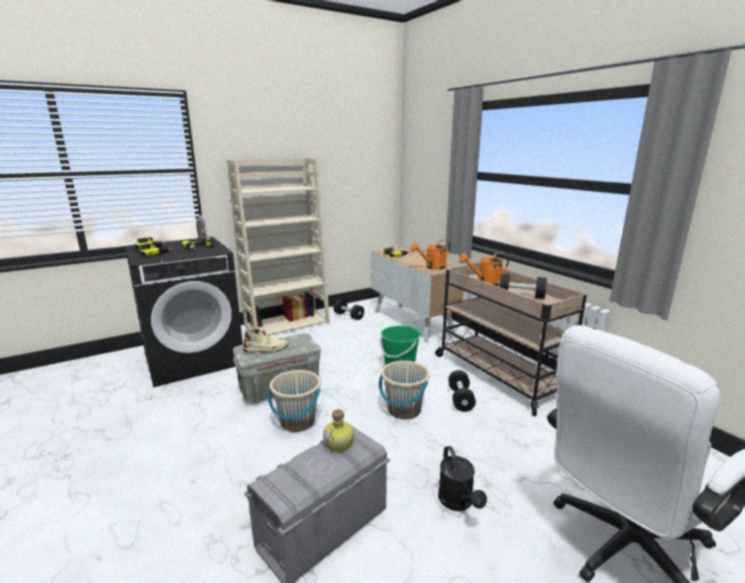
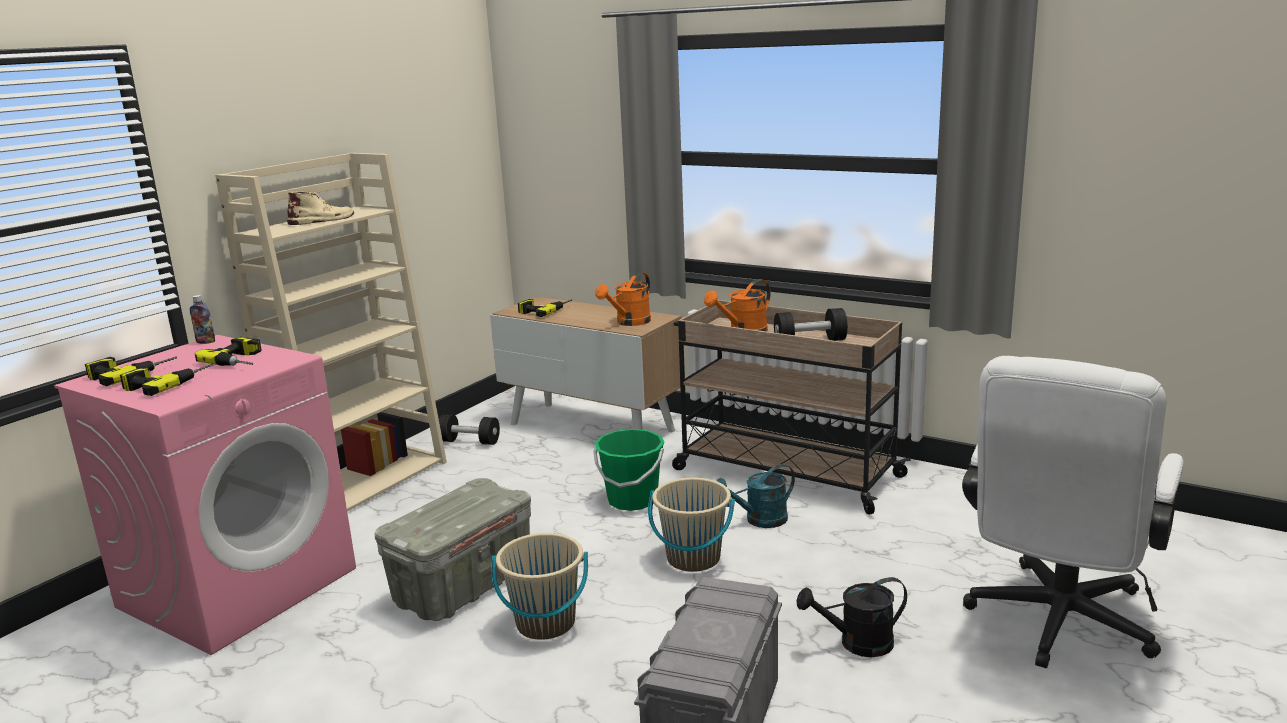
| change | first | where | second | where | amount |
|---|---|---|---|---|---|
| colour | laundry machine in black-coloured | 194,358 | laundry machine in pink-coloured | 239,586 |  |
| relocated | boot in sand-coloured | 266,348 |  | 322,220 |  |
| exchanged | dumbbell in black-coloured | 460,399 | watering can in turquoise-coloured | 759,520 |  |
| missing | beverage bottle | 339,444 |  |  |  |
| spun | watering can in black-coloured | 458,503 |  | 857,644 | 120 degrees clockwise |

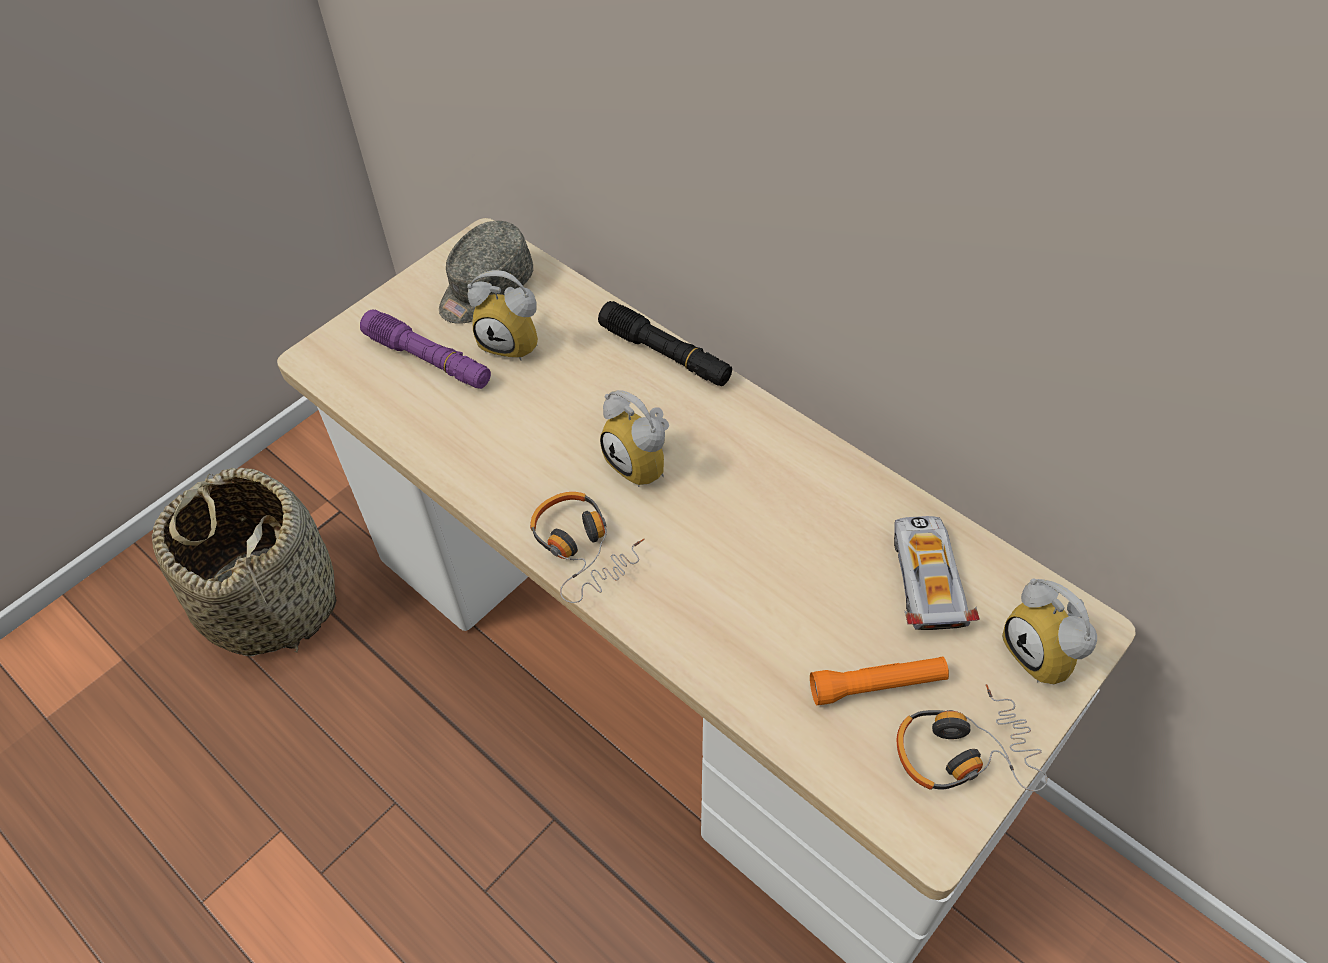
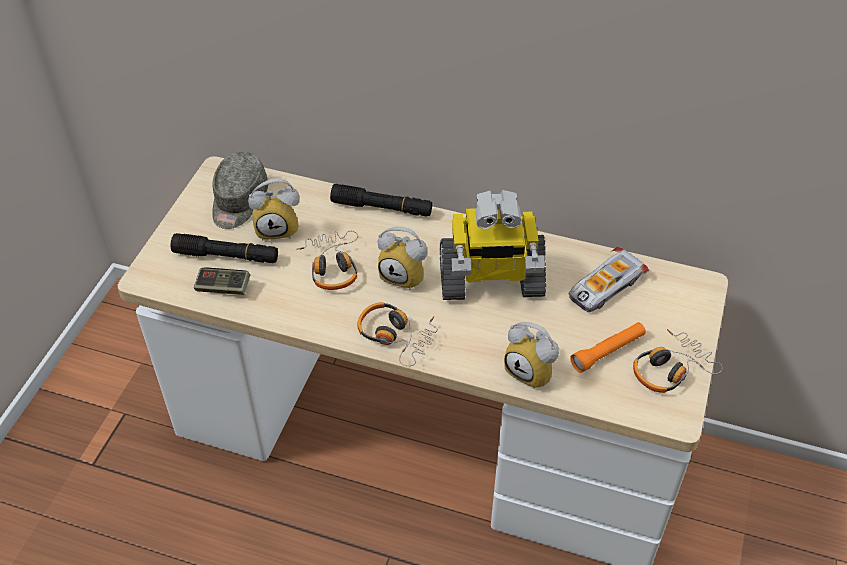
| change | first | where | second | where | amount |
|---|---|---|---|---|---|
| colour | hand torch in purplish | 428,360 | hand torch in black-coloured | 226,256 |  |
| missing | storage basket | 271,601 |  |  |  |
| spun | toy car | 926,578 |  | 604,286 | 105 degrees counterclockwise |
| relocated | table clock | 1046,654 |  | 533,371 |  |
| appeared |  |  | toy robot | 490,280 |  |
| appeared |  |  | headphones | 332,266 |  |
| appeared |  |  | gamepad | 223,288 |  |

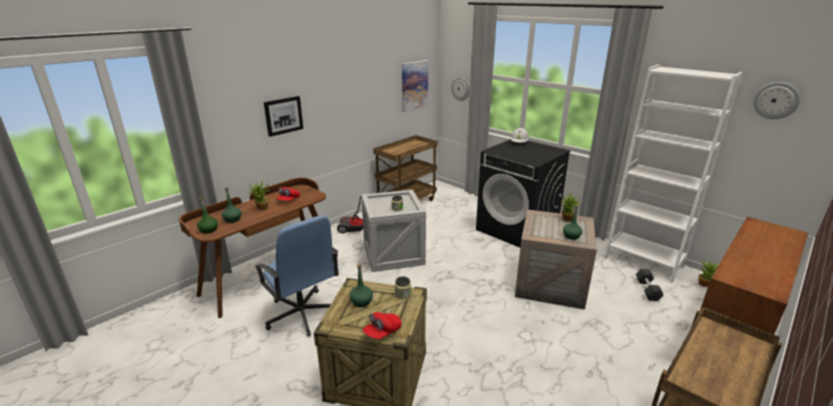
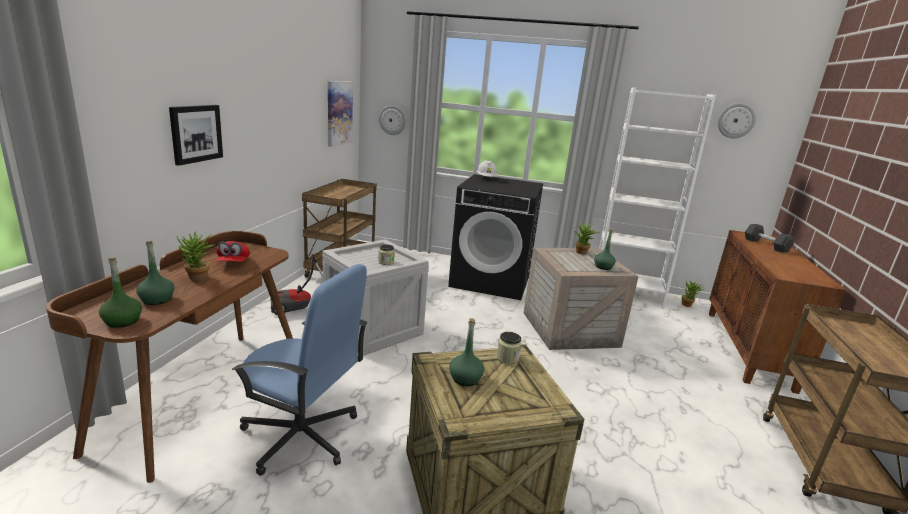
| change | first | where | second | where | amount |
|---|---|---|---|---|---|
| relocated | dumbbell in grey | 647,290 |  | 766,245 |  |
| missing | peaked cap in reddish | 382,332 |  |  |  |

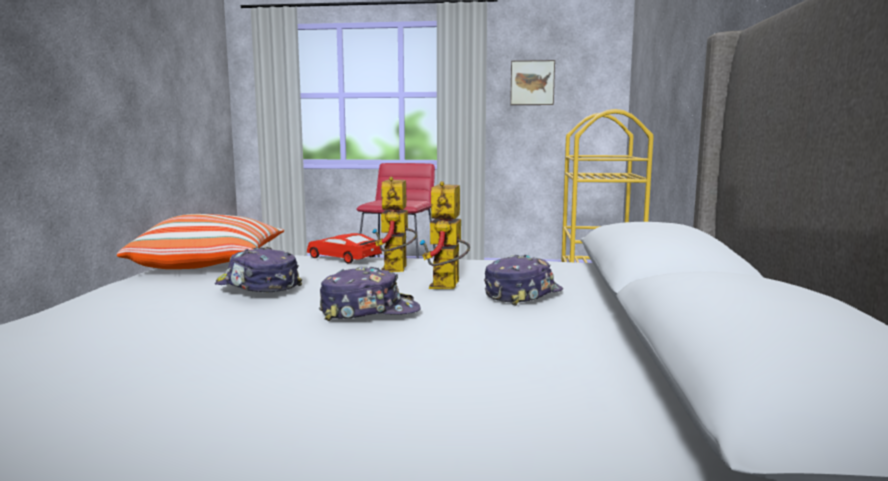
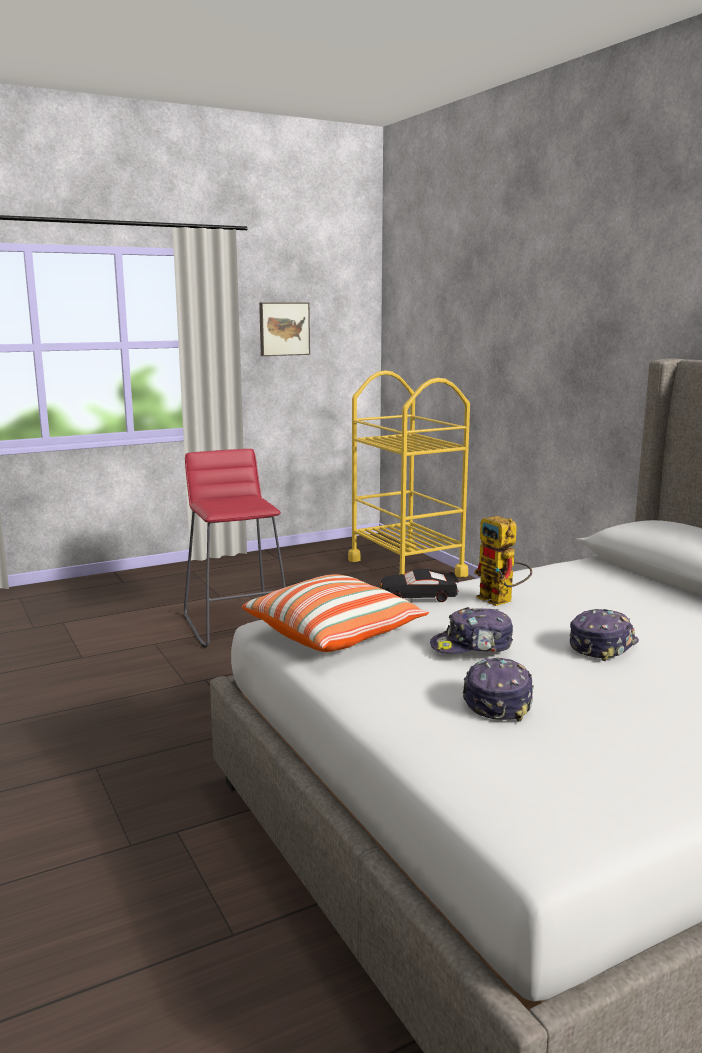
| change | first | where | second | where | amount |
|---|---|---|---|---|---|
| missing | toy robot | 447,287 |  |  |  |
| colour | toy car in reddish | 344,258 | toy car in black-coloured | 418,596 |  |
| relocated | peaked cap | 522,294 |  | 497,701 |  |

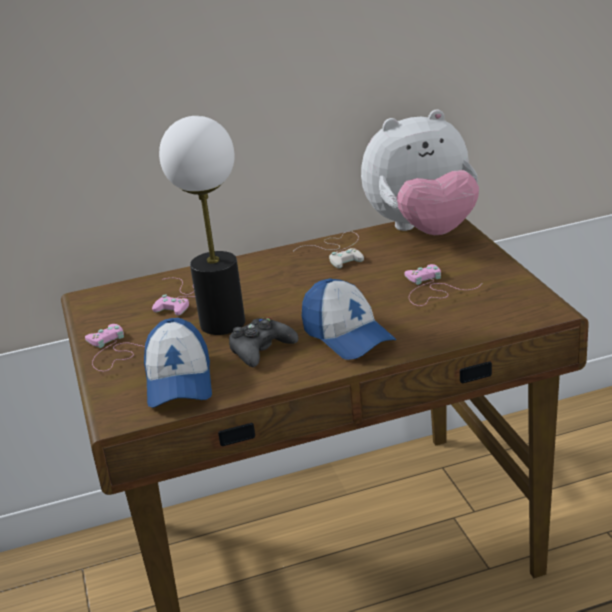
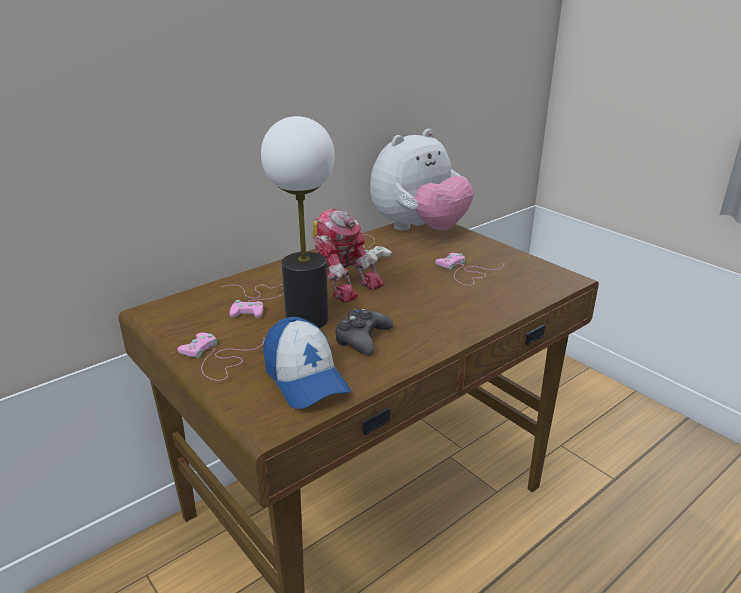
| change | first | where | second | where | amount |
|---|---|---|---|---|---|
| missing | peaked cap | 347,336 |  |  |  |
| appeared |  |  | toy robot | 341,281 |  |

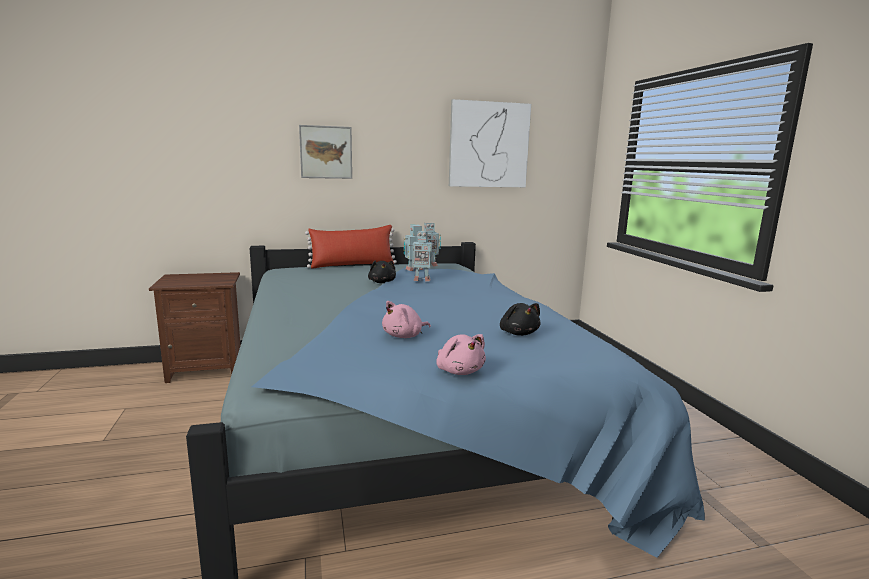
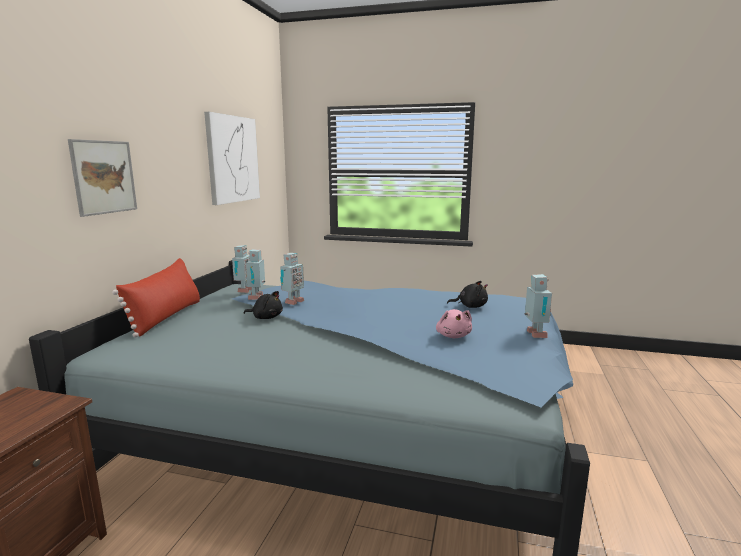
| change | first | where | second | where | amount |
|---|---|---|---|---|---|
| exchanged | cuddly toy in pink-coloured | 459,371 | toy robot | 534,335 |  |

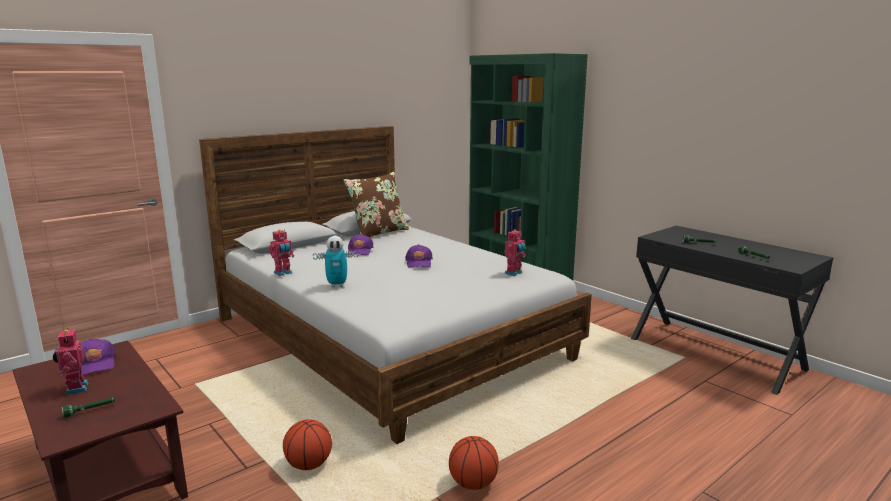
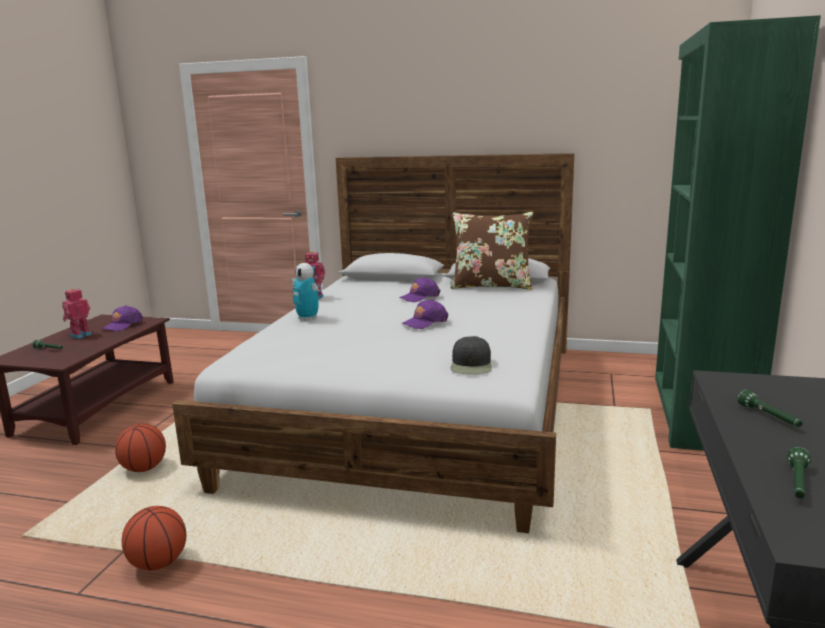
| change | first | where | second | where | amount |
|---|---|---|---|---|---|
| exchanged | toy robot | 514,273 | peaked cap in black-coloured | 471,365 |  |

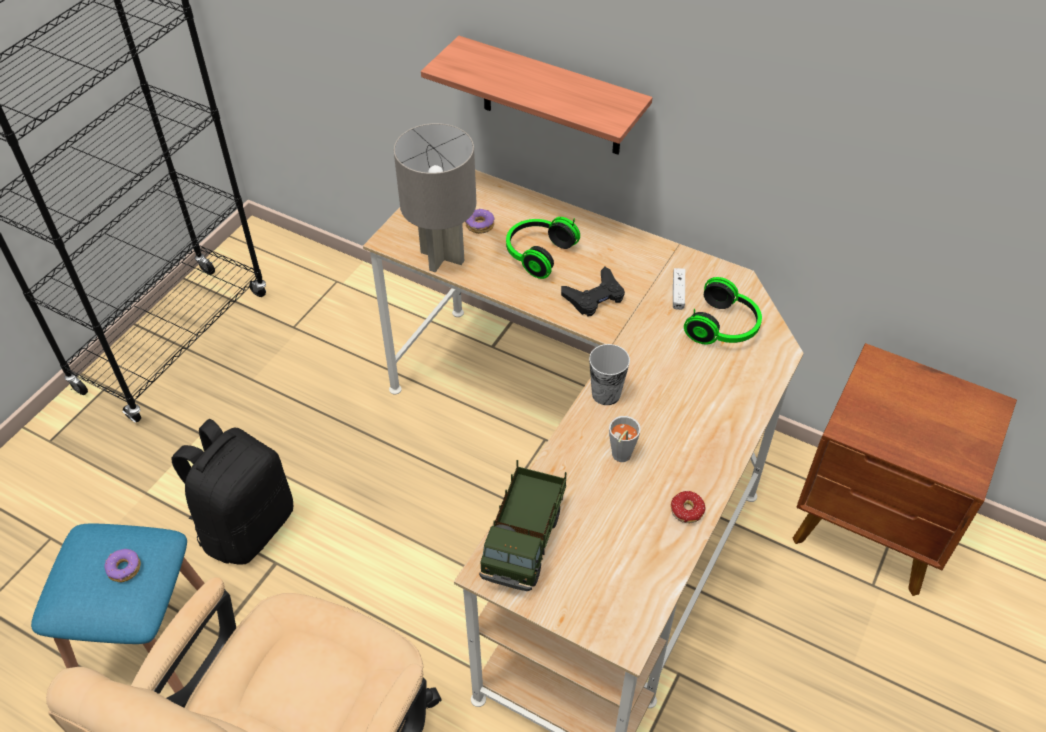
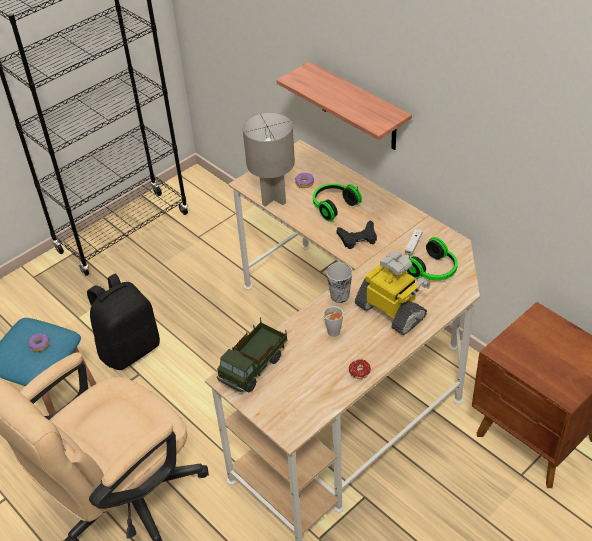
| change | first | where | second | where | amount |
|---|---|---|---|---|---|
| appeared |  |  | toy robot | 391,311 |  |

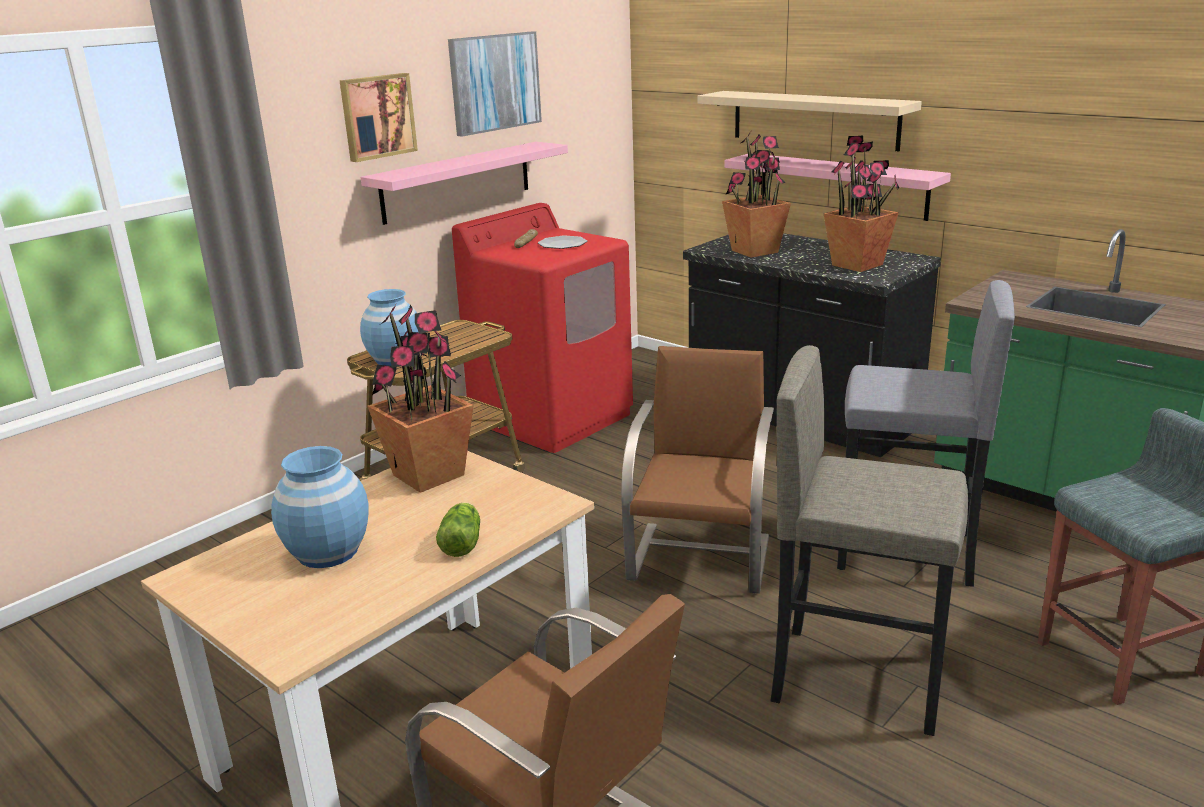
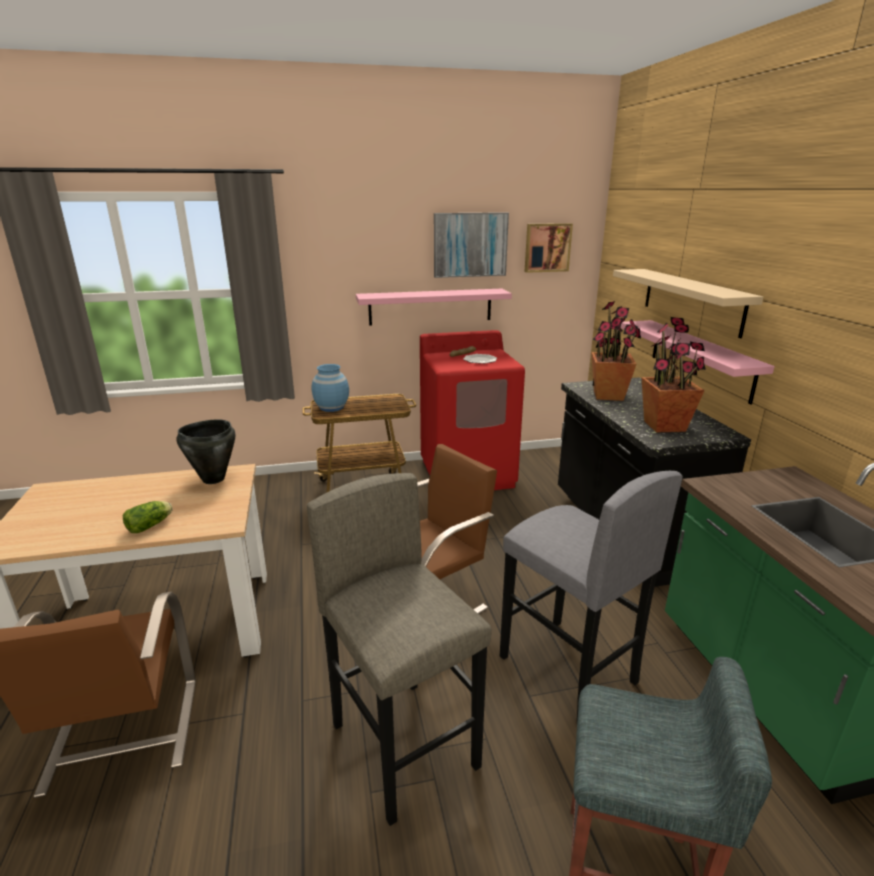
| change | first | where | second | where | amount |
|---|---|---|---|---|---|
| relocated | wall picture | 377,116 |  | 547,247 |  |
| exchanged | plant in a pot | 429,474 | stockpot in black-coloured | 213,479 |  |
| missing | vase in bluish | 328,552 |  |  |  |

